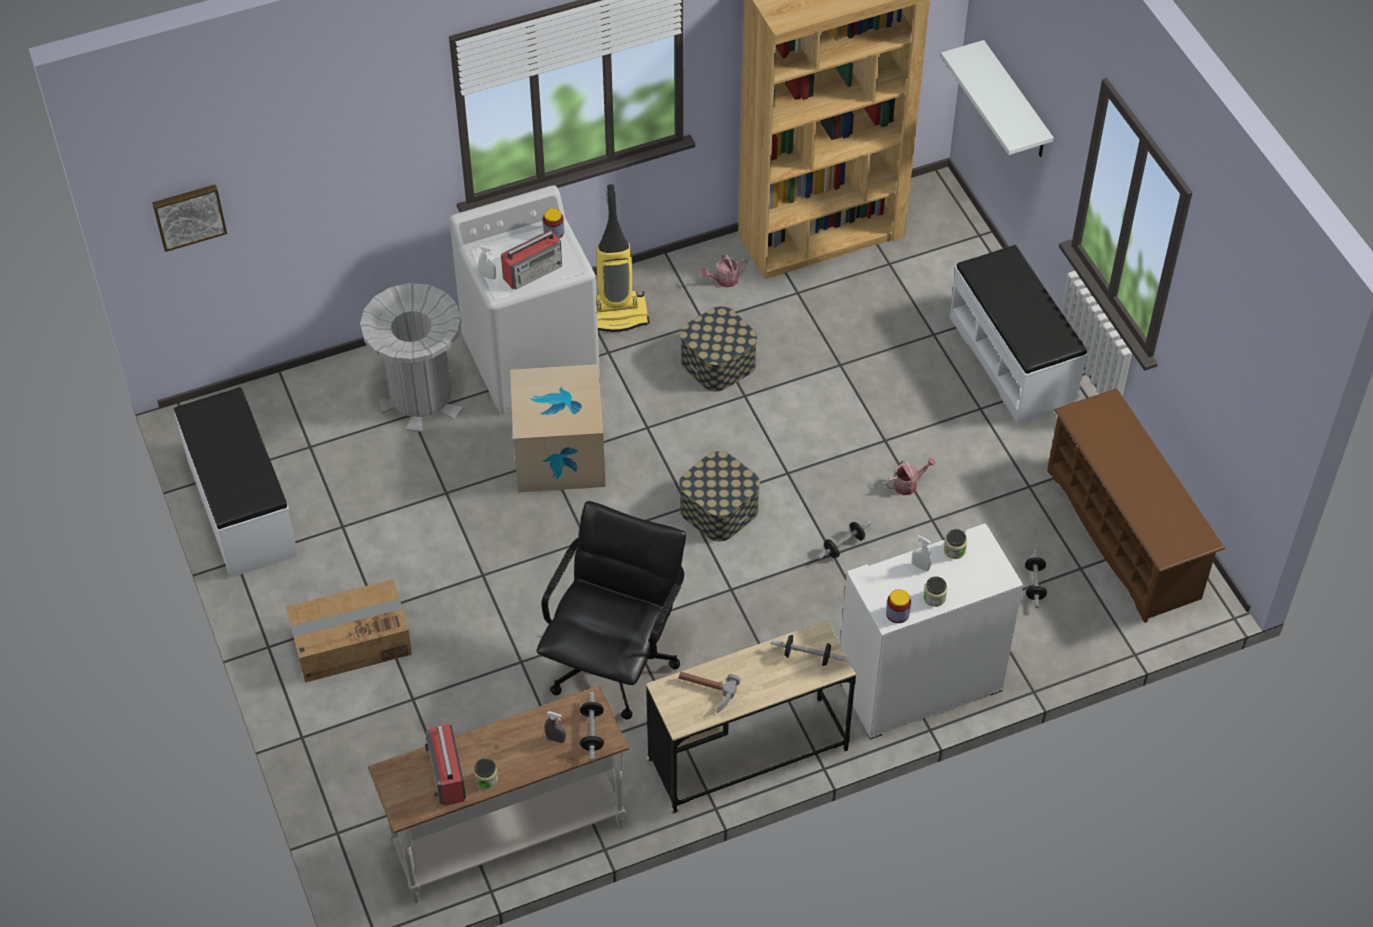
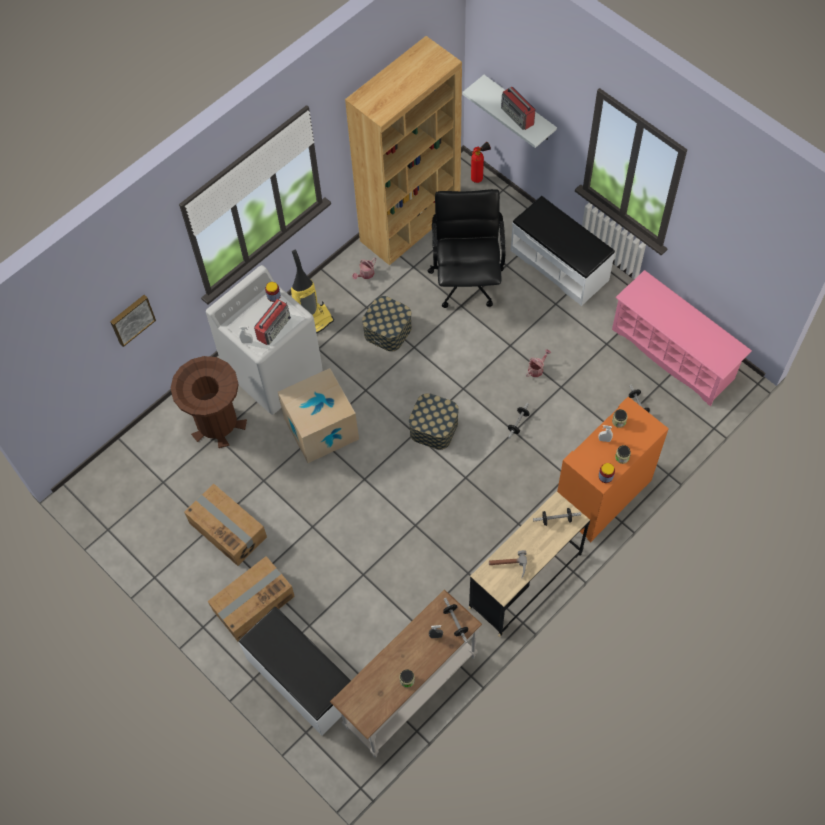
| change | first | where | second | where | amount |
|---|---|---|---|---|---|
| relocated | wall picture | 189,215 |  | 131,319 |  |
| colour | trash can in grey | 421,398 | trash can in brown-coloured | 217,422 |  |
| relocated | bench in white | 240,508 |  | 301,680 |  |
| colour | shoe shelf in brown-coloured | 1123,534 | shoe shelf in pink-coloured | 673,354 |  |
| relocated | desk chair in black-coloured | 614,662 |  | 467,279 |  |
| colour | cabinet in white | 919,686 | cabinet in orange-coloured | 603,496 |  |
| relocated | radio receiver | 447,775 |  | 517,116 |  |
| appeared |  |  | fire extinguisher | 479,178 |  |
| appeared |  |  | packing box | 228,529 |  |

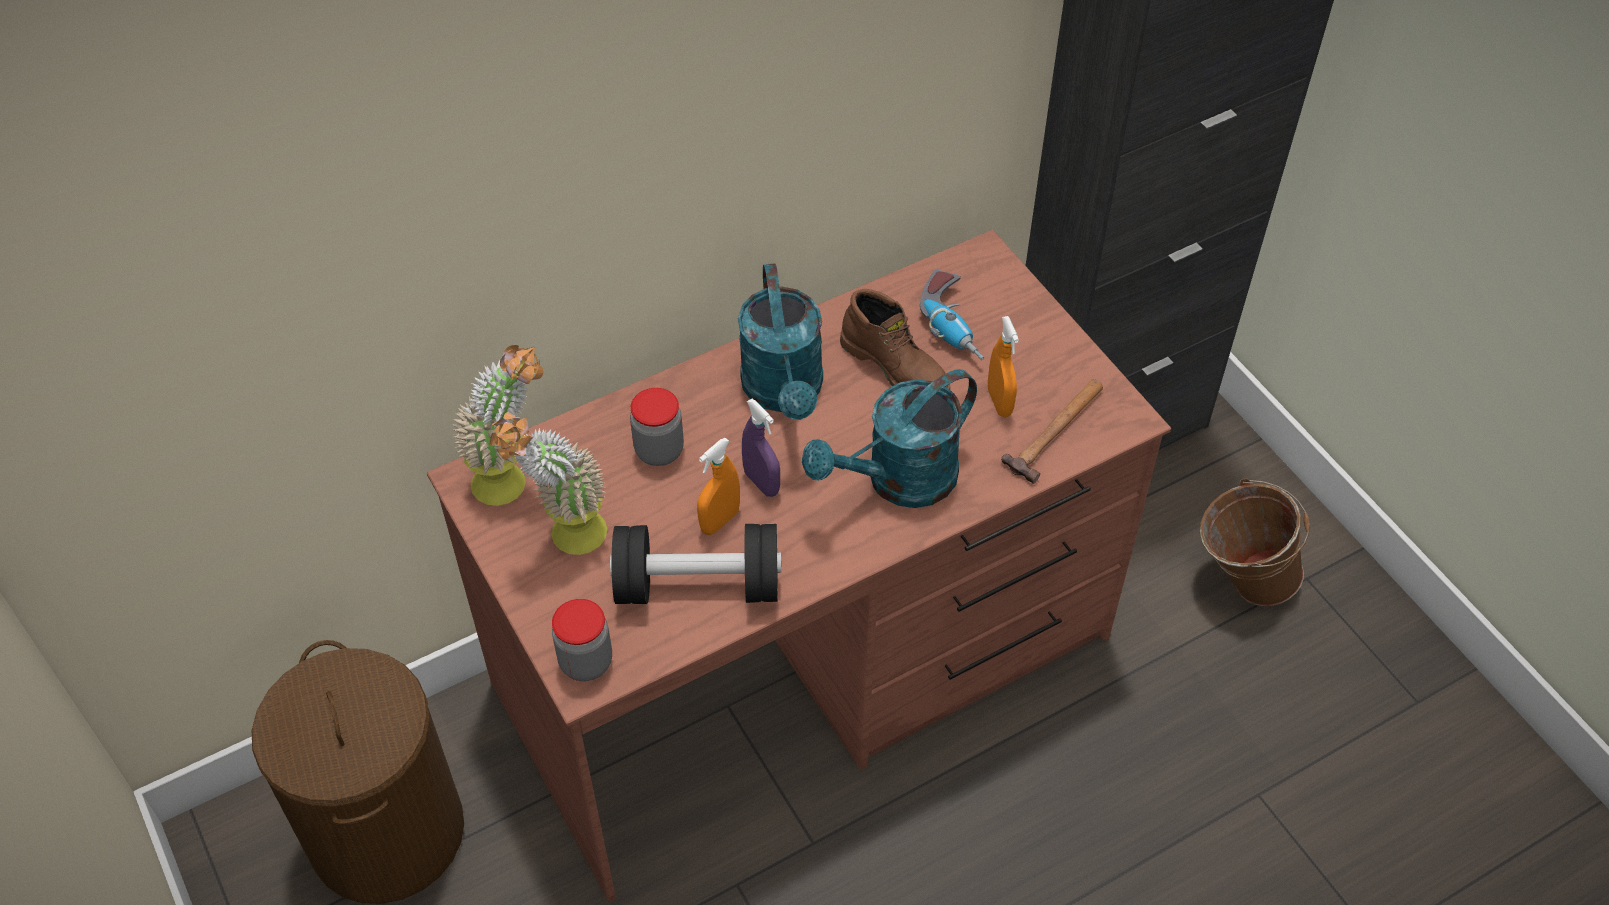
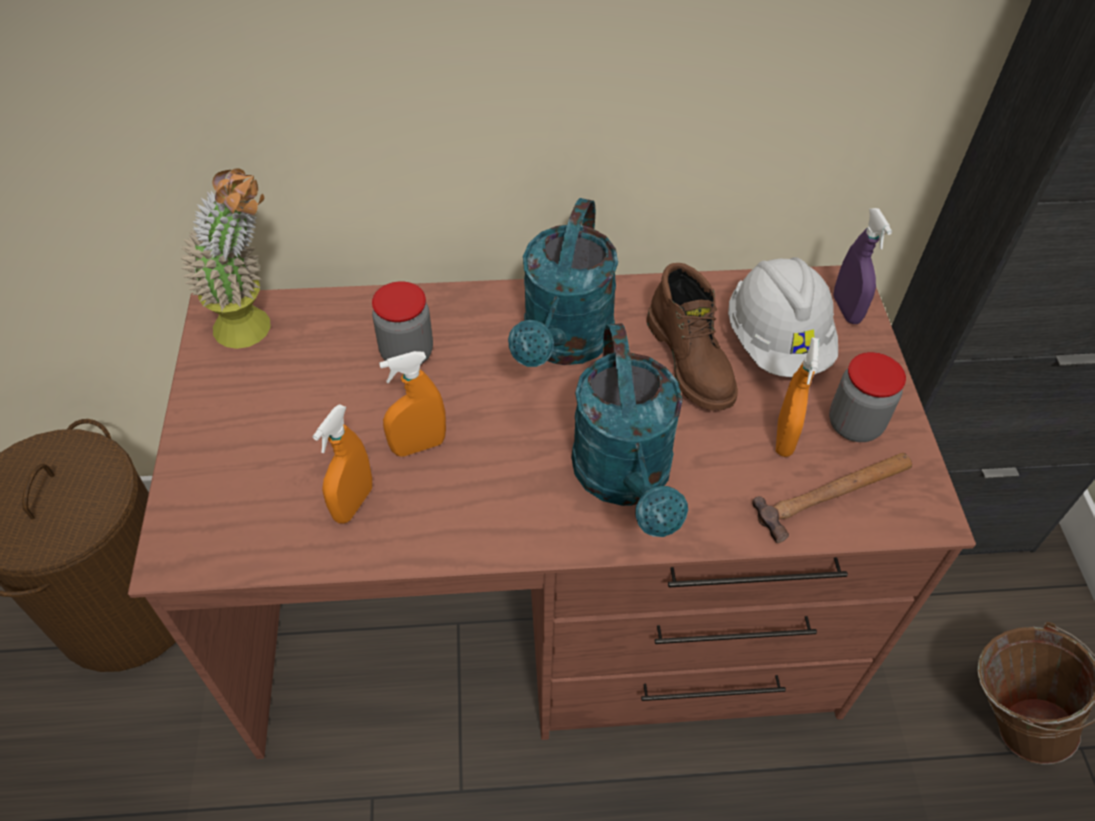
| change | first | where | second | where | amount |
|---|---|---|---|---|---|
| exchanged | electric drill | 955,325 | safety helmet in white | 777,342 |  |
| spun | watering can in turquoise-coloured | 898,482 |  | 626,480 | 90 degrees counterclockwise |
| relocated | spray bottle in purplish | 761,483 |  | 846,309 |  |
| missing | plant in a pot | 565,538 |  |  |  |
| exchanged | dumbbell in black-coloured | 698,585 | spray bottle in orange-coloured | 353,503 |  |
| relocated | storage jar | 586,662 |  | 854,424 |  |

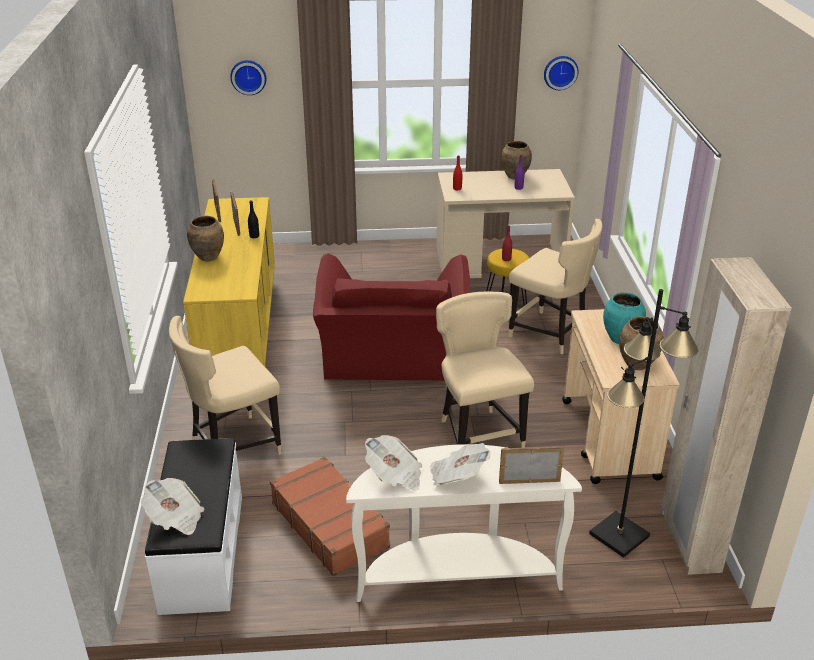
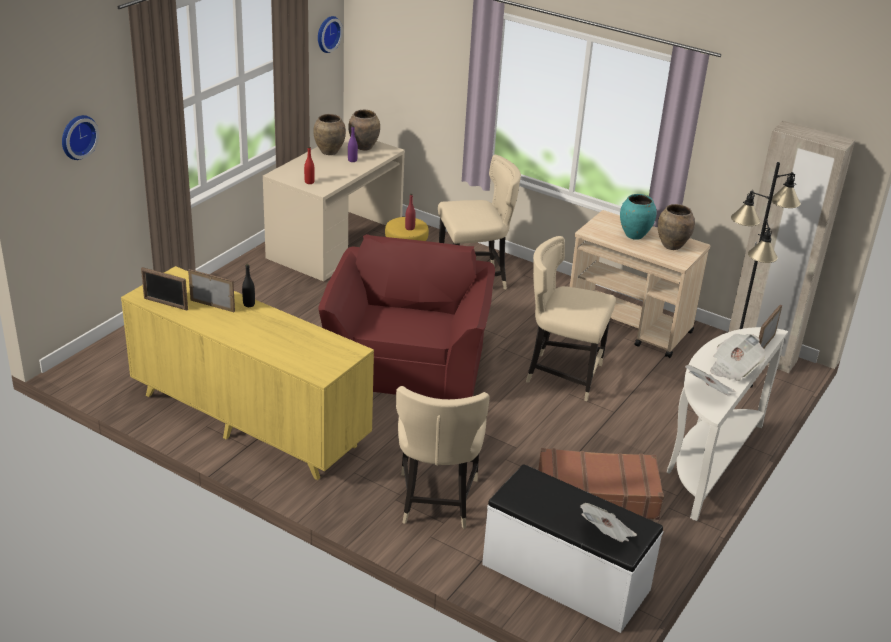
| change | first | where | second | where | amount |
|---|---|---|---|---|---|
| relocated | vase in brown-coloured | 209,257 |  | 364,147 |  |
| spun | lounge chair in reddish | 393,356 |  | 407,361 | 120 degrees counterclockwise |

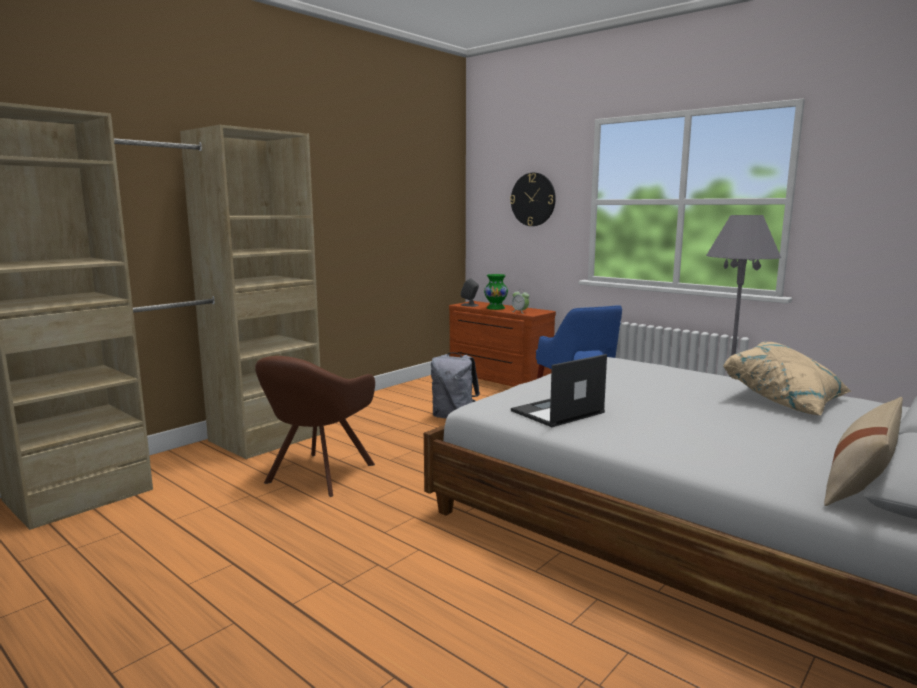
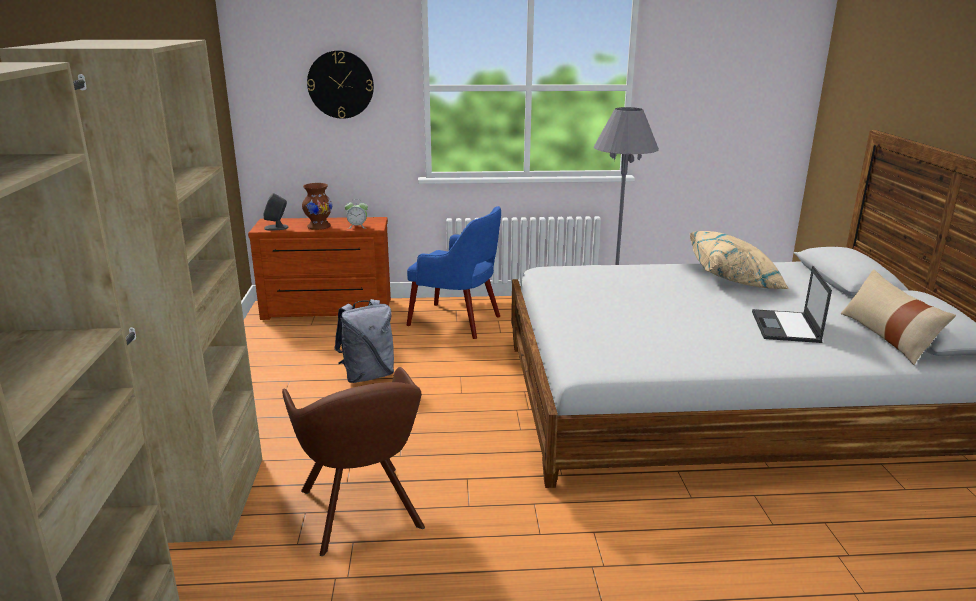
| change | first | where | second | where | amount |
|---|---|---|---|---|---|
| colour | vase in green-coloured | 495,308 | vase in brown-coloured | 319,227 |  |
| relocated | notebook computer | 557,412 |  | 786,327 |  |

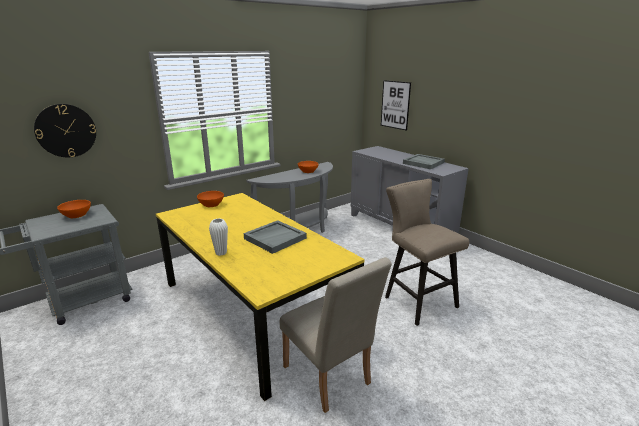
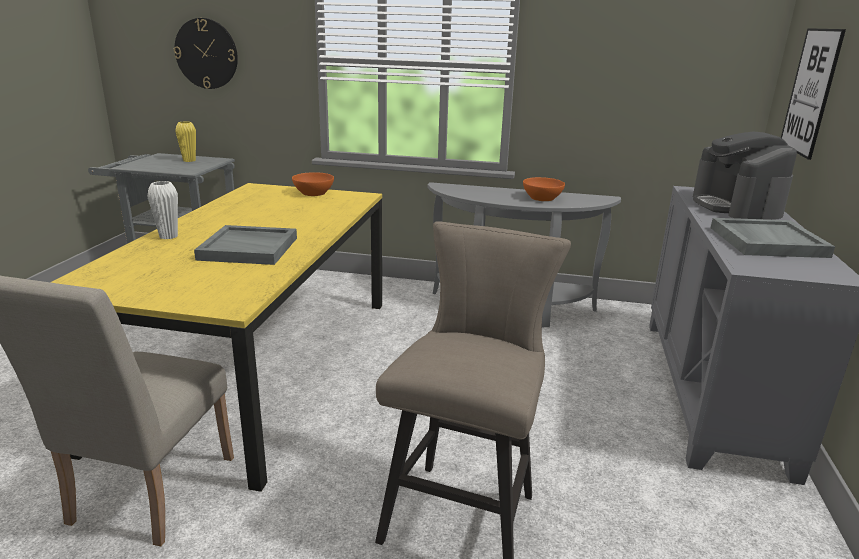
| change | first | where | second | where | amount |
|---|---|---|---|---|---|
| exchanged | serving bowl in orange-coloured | 76,215 | vase in yellow-coloured | 189,160 |  |
| appeared |  |  | coffee maker | 736,206 |  |

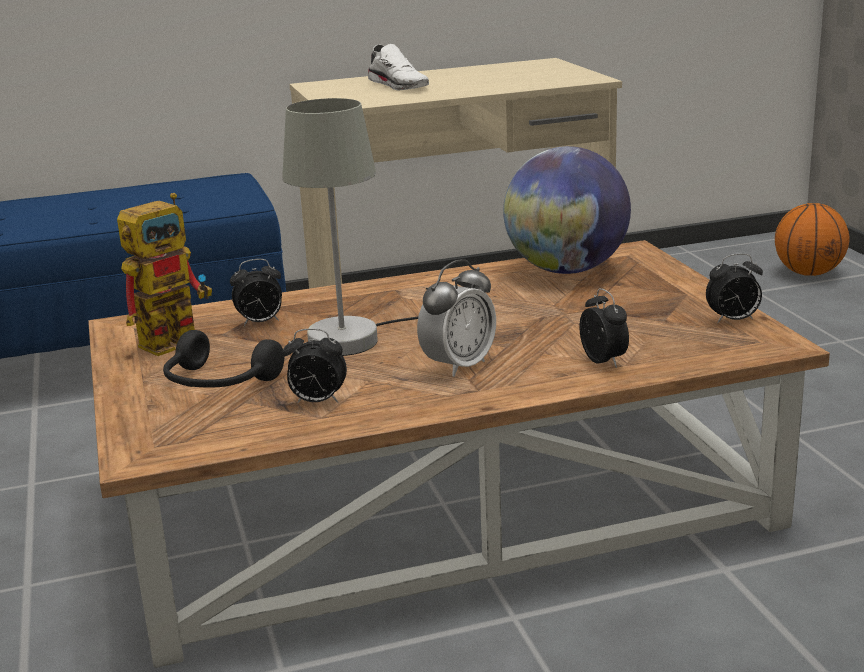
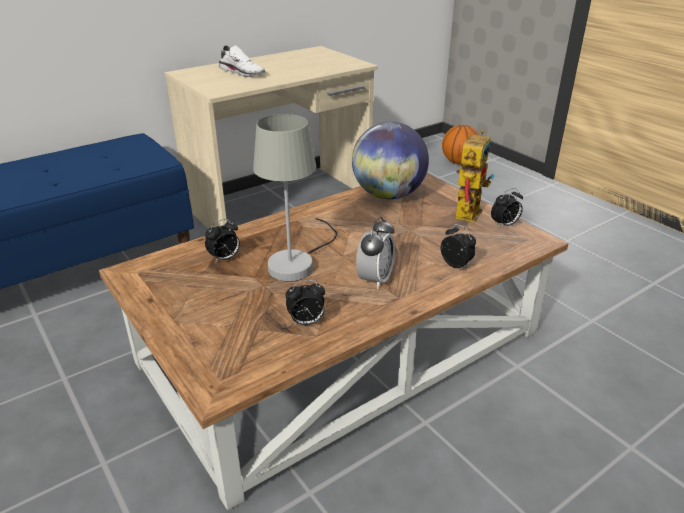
| change | first | where | second | where | amount |
|---|---|---|---|---|---|
| relocated | toy robot | 177,338 |  | 467,210 |  |
| missing | headphones in black-coloured | 218,383 |  |  |  |

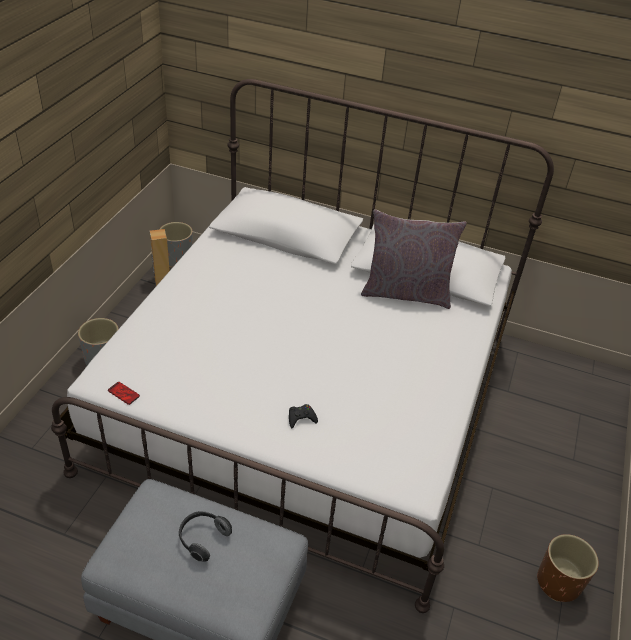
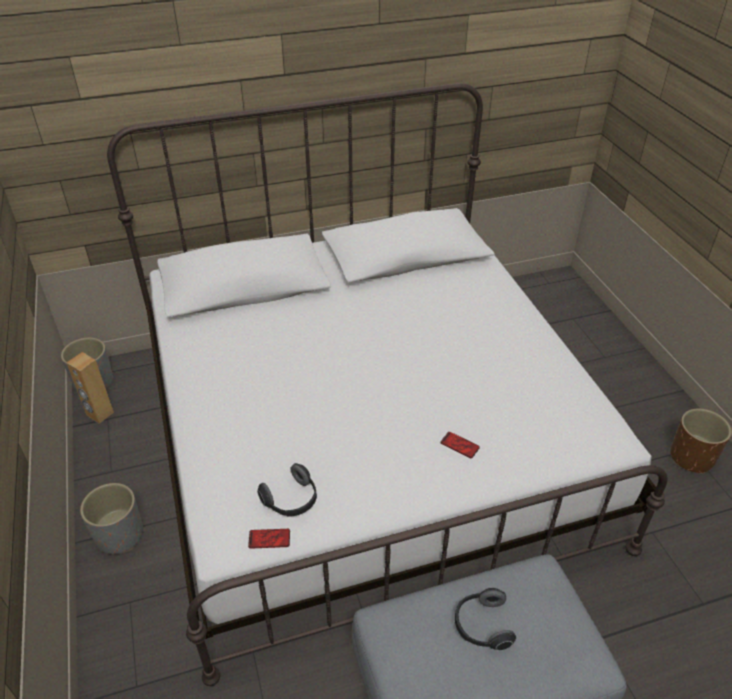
| change | first | where | second | where | amount |
|---|---|---|---|---|---|
| missing | cushion in grey | 406,293 |  |  |  |
| exchanged | gamepad in black-coloured | 301,418 | telephone | 459,445 |  |
| appeared |  |  | headphones | 291,500 |  |

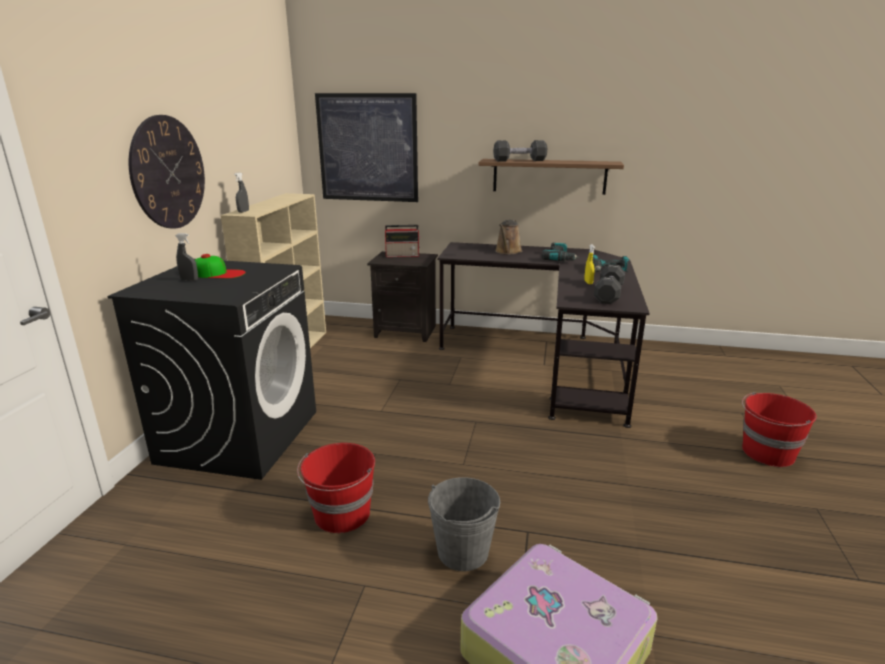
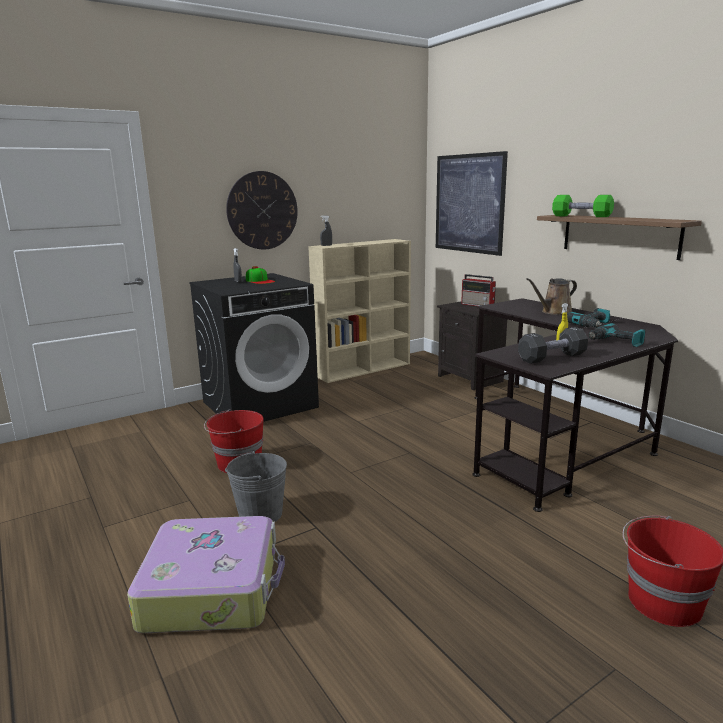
| change | first | where | second | where | amount |
|---|---|---|---|---|---|
| colour | dumbbell in black-coloured | 519,160 | dumbbell in green-coloured | 581,216 |  |

